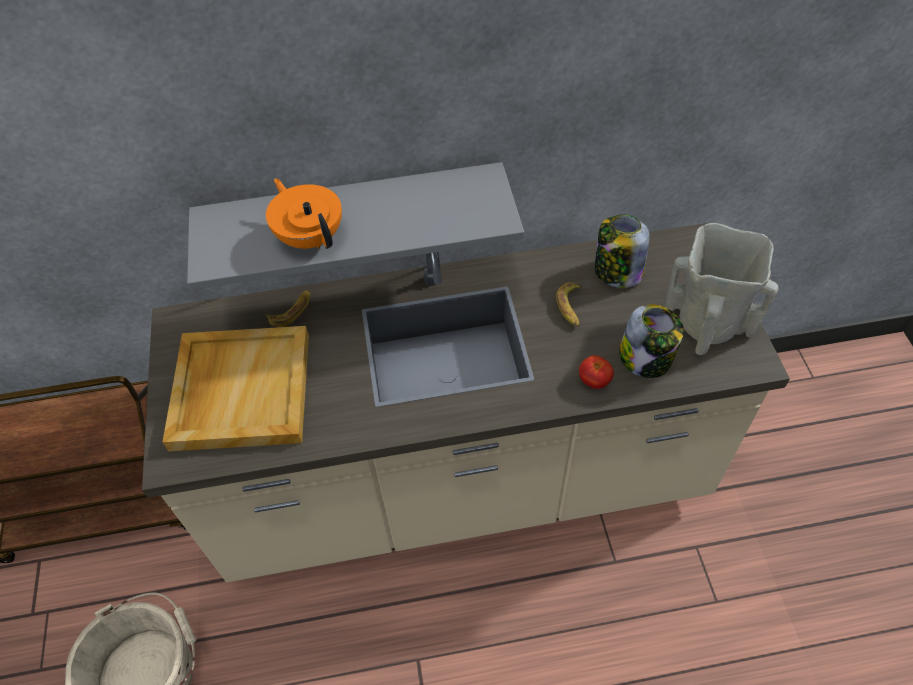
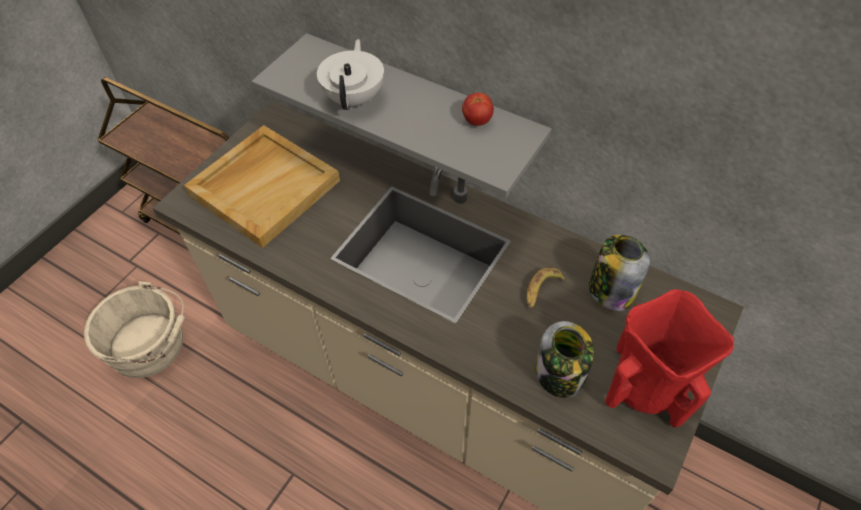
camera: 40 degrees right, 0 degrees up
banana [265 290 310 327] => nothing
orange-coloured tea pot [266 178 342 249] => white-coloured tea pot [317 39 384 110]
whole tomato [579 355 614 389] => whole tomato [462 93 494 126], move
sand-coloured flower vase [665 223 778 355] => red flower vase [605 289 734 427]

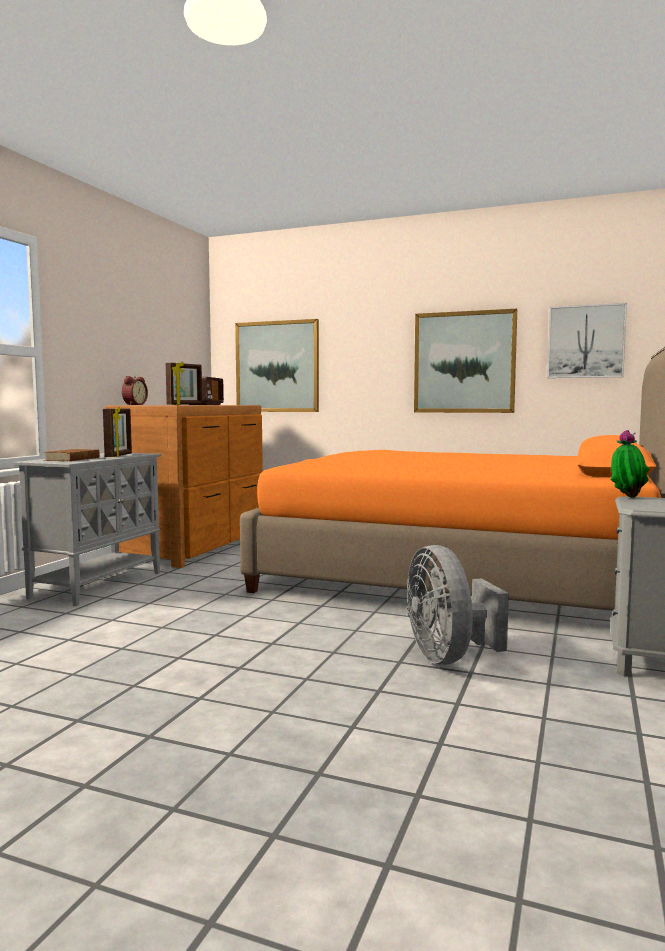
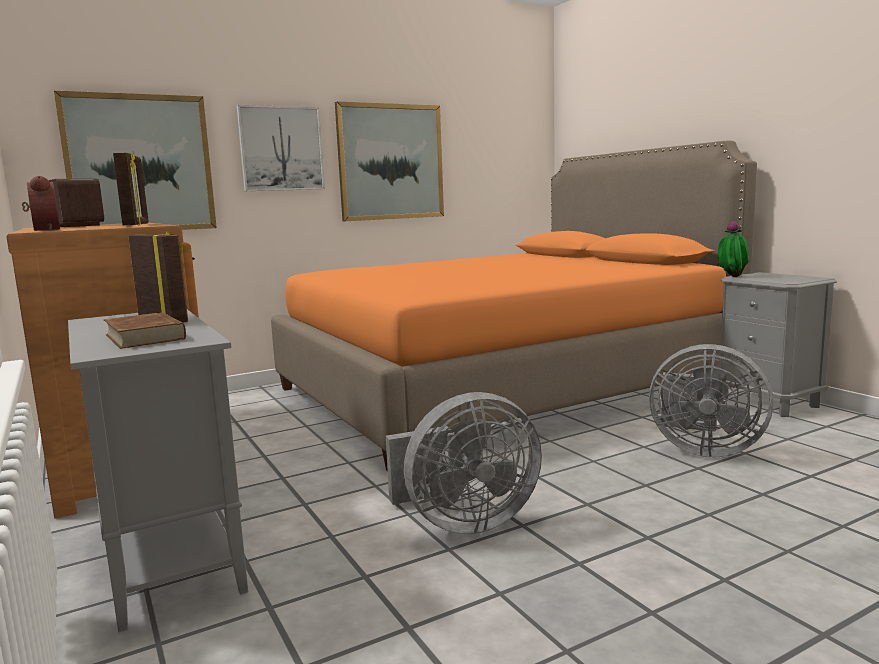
camera: 50 degrees left, 5 degrees up
picture [547 303 627 378] => picture [237 105 325 191], move
nothing => greyish cooling fan [386 392 542 534]

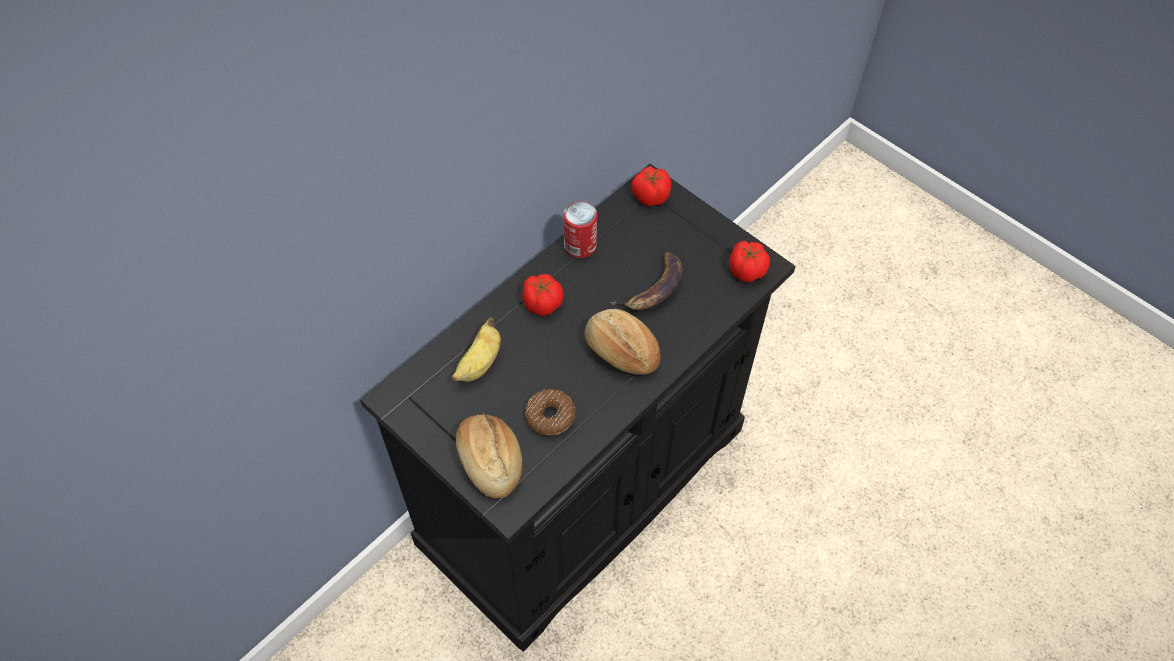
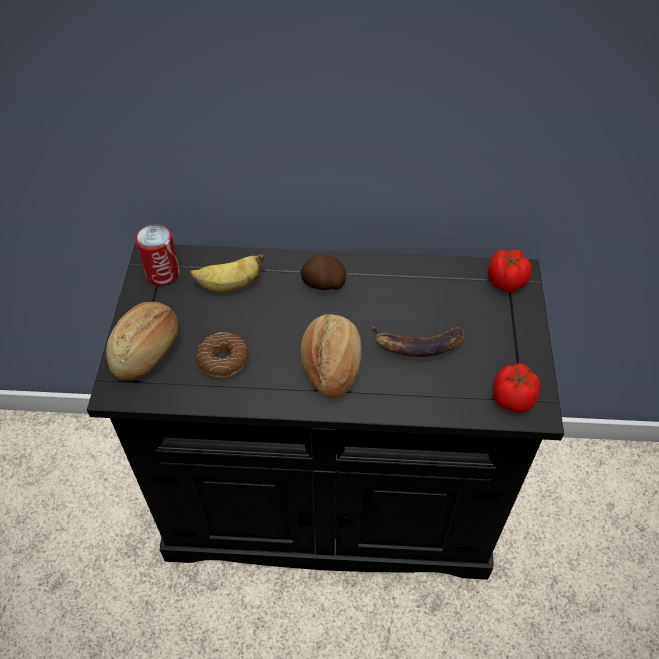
camera: 50 degrees right, 5 degrees down
whole tomato [522 274 563 316] => whole potato [301 255 346 290]
sealed can [563 201 597 258] => sealed can [135 224 180 286], move

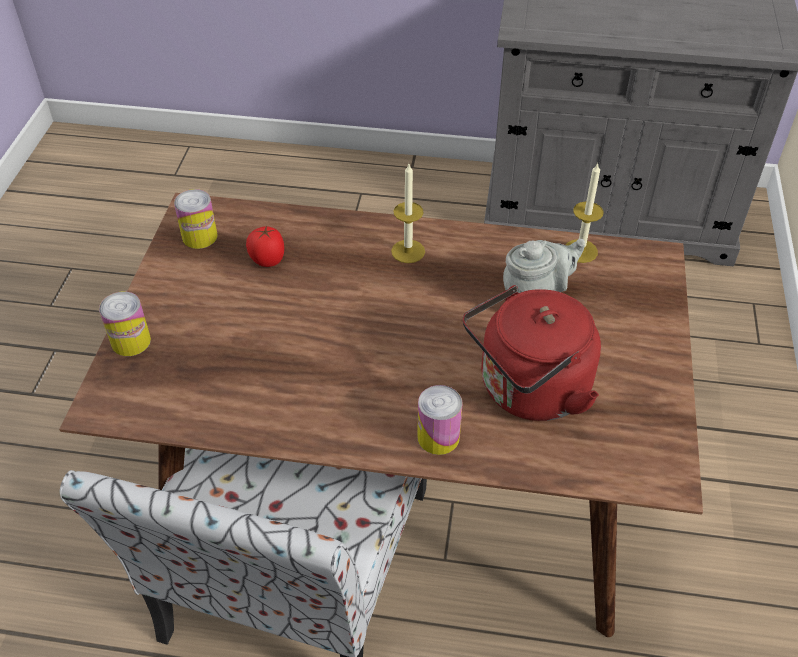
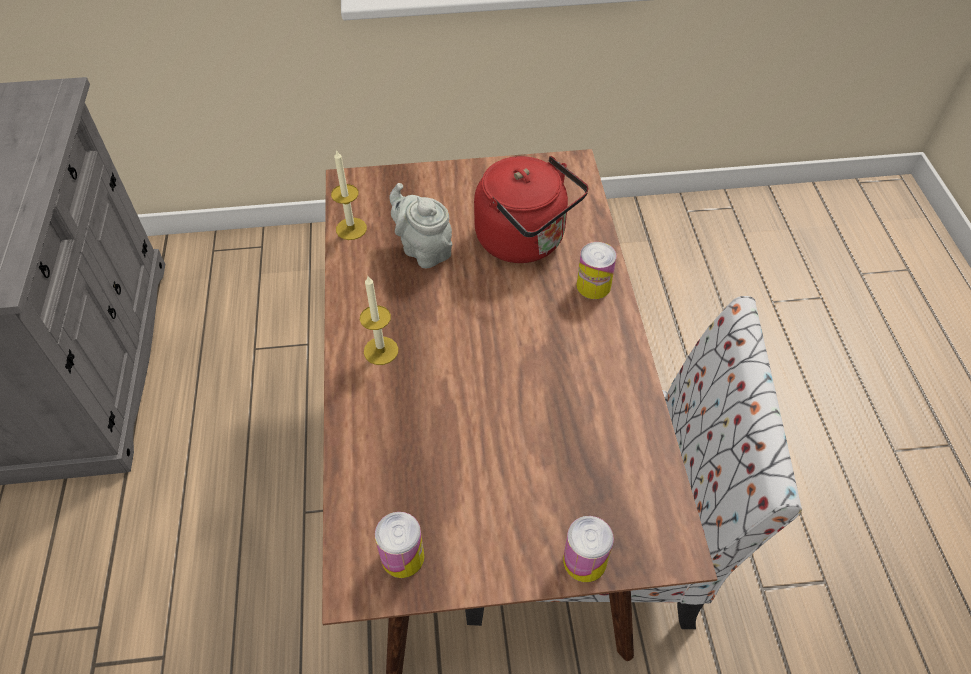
camera: 105 degrees left, 5 degrees up
whole tomato [246 226 284 267] => nothing

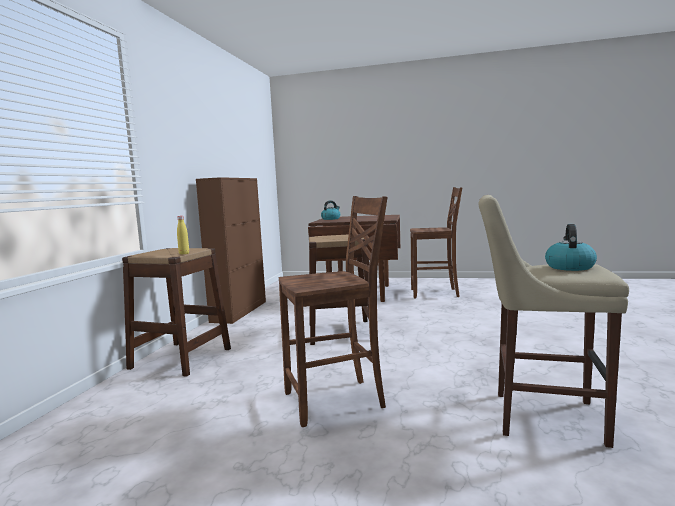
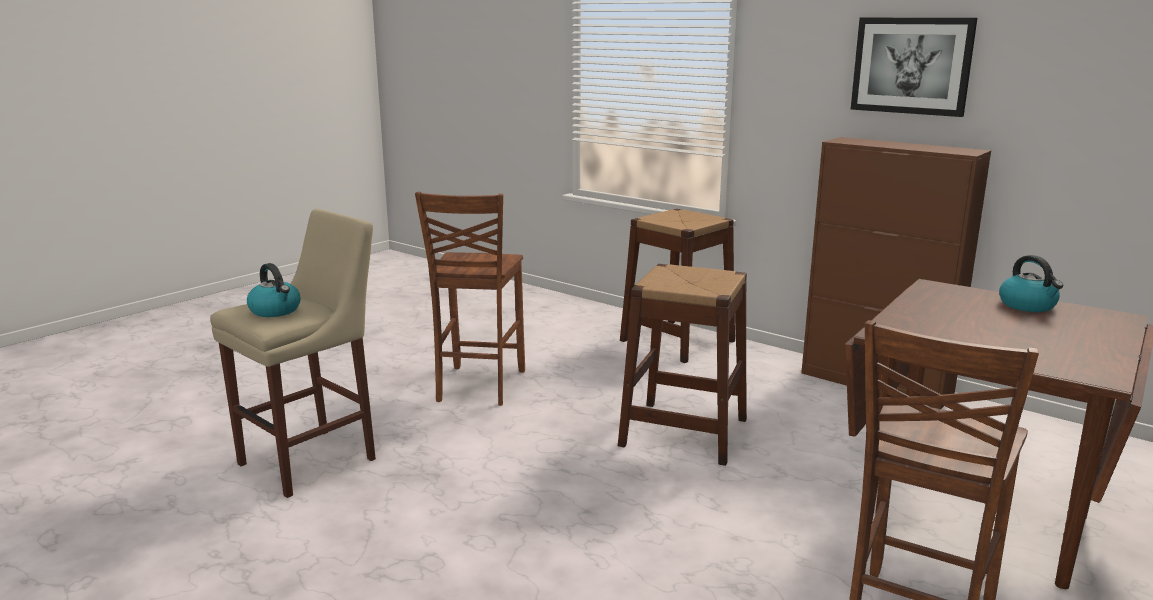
camera: 115 degrees right, 10 degrees up
yellow-coloured bottle [177 216 189 254] => nothing
nothing => picture [850 18 977 117]

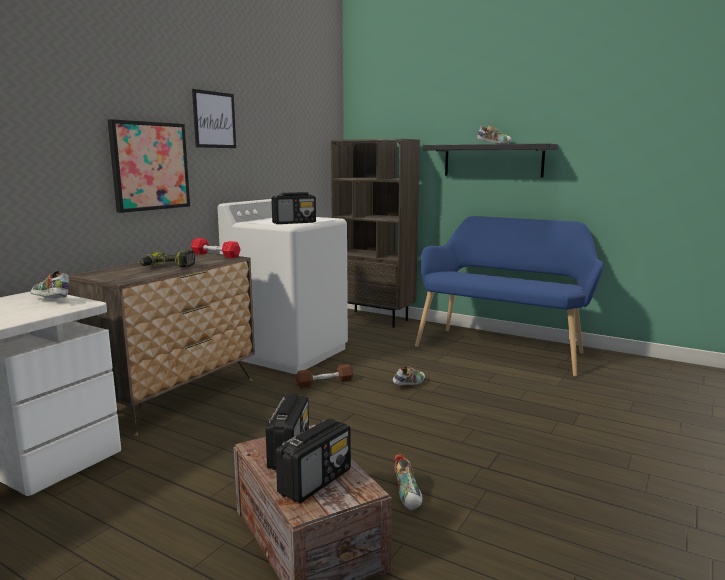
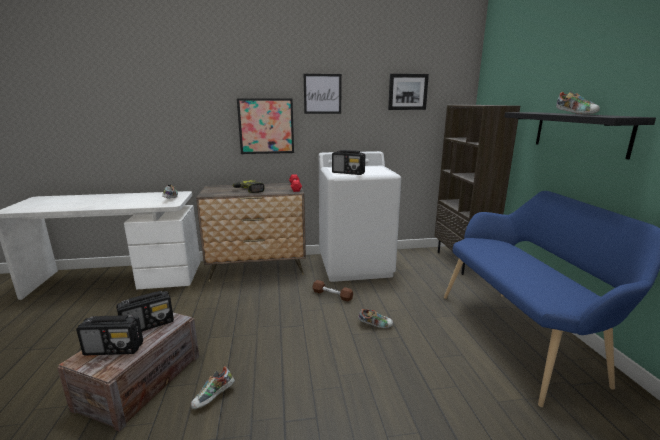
camera: 50 degrees right, 5 degrees up
nothing => picture [388 74 429 110]

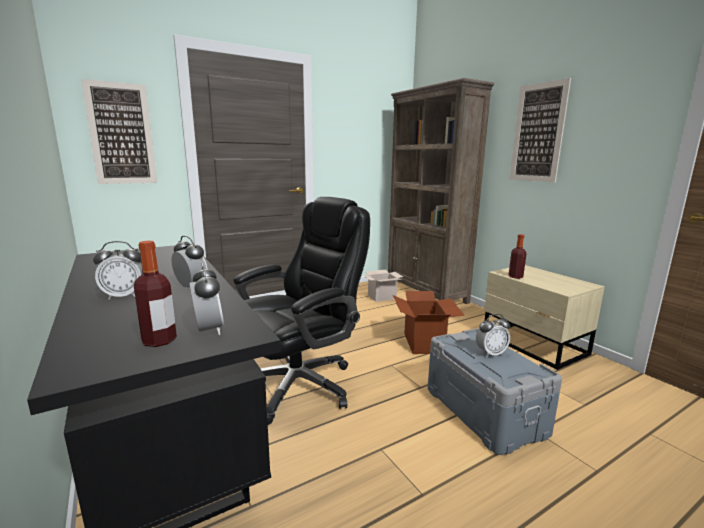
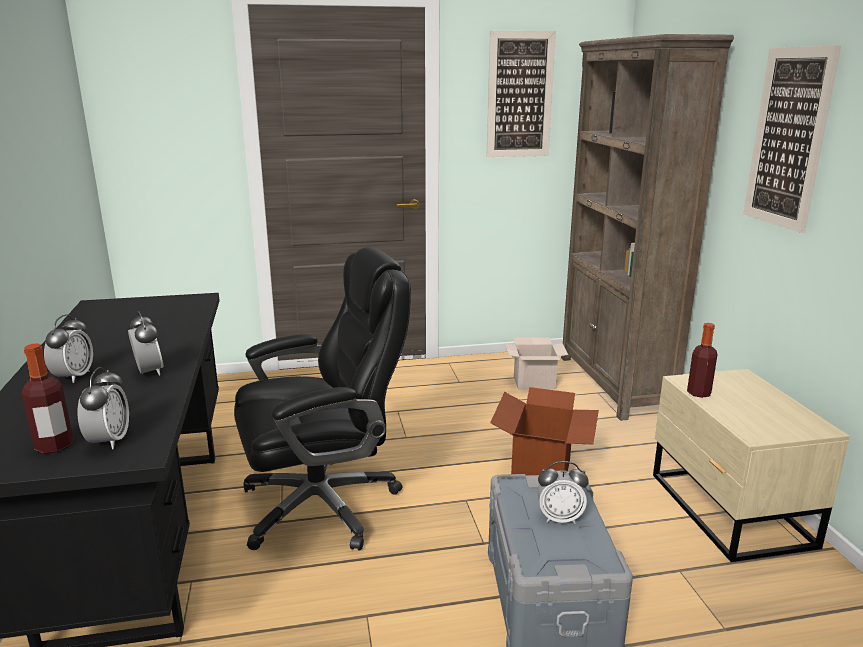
camera: 20 degrees right, 5 degrees up
picture [81 79 157 184] => picture [486 31 556 157], move
table clock [93 241 143 300] => table clock [44 314 93 383], 90 degrees counterclockwise

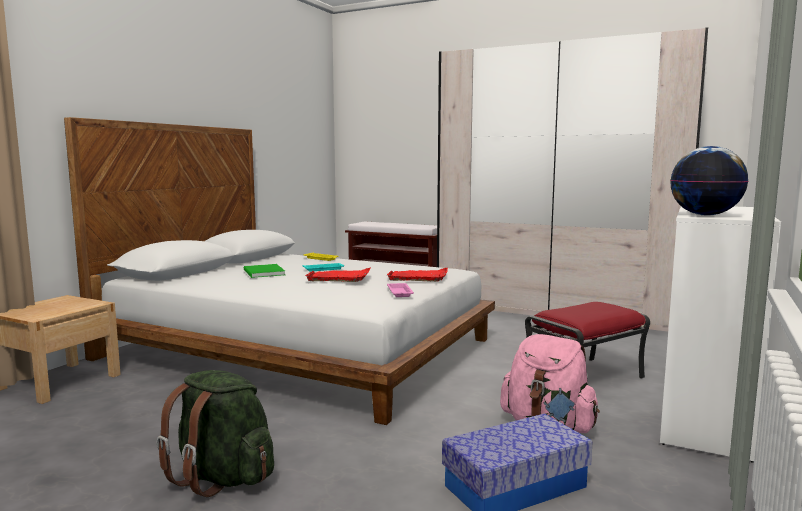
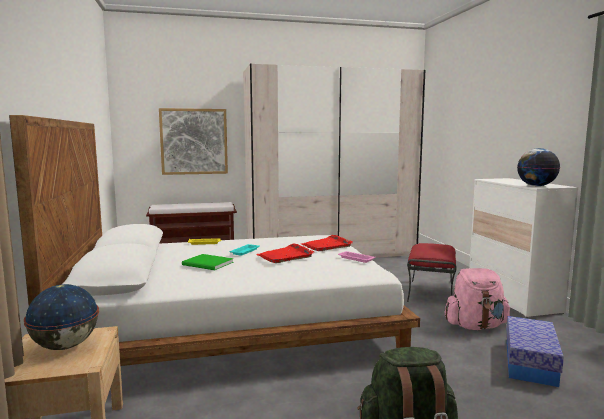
camera: 40 degrees left, 0 degrees up
nothing => world globe [24 284 99 350]
nothing => picture [159 108 228 175]

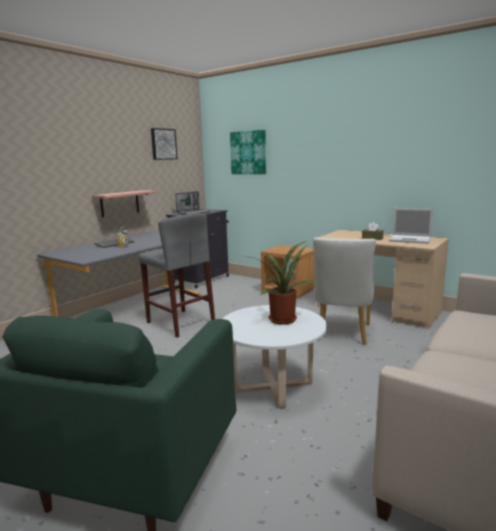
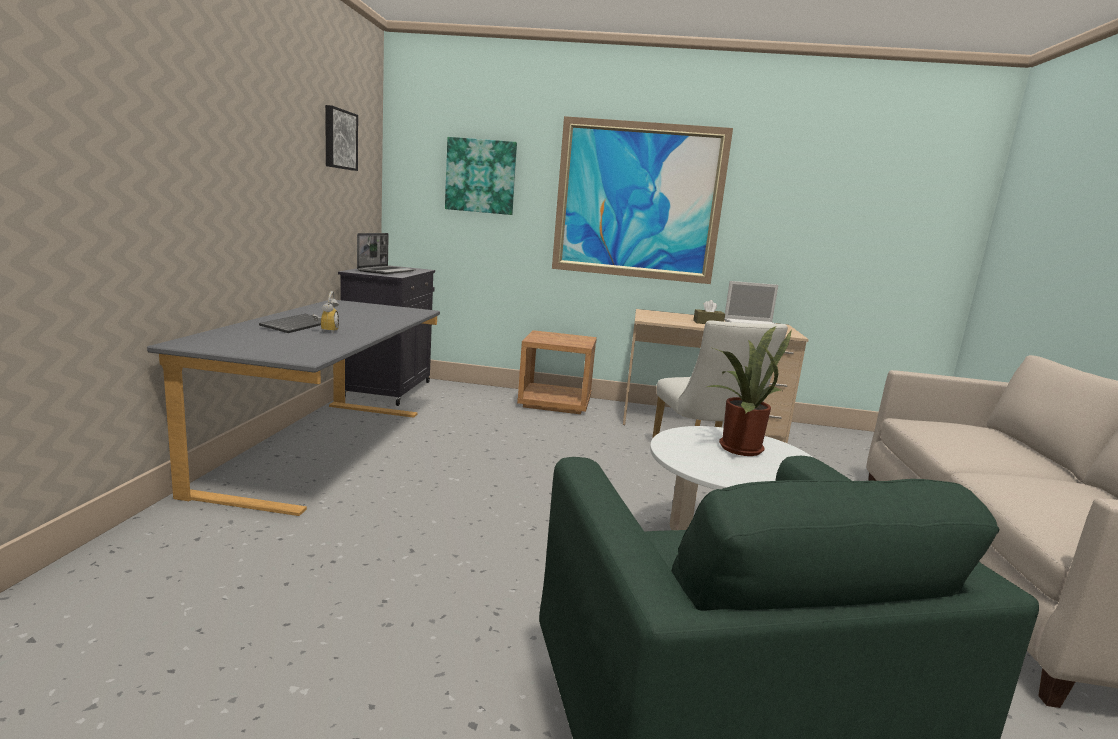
camera: 30 degrees left, 0 degrees up
wall shelf [92 190 157 218] => nothing
greyish sitting stool [139 213 215 338] => nothing
nothing => picture [552 116 733 284]

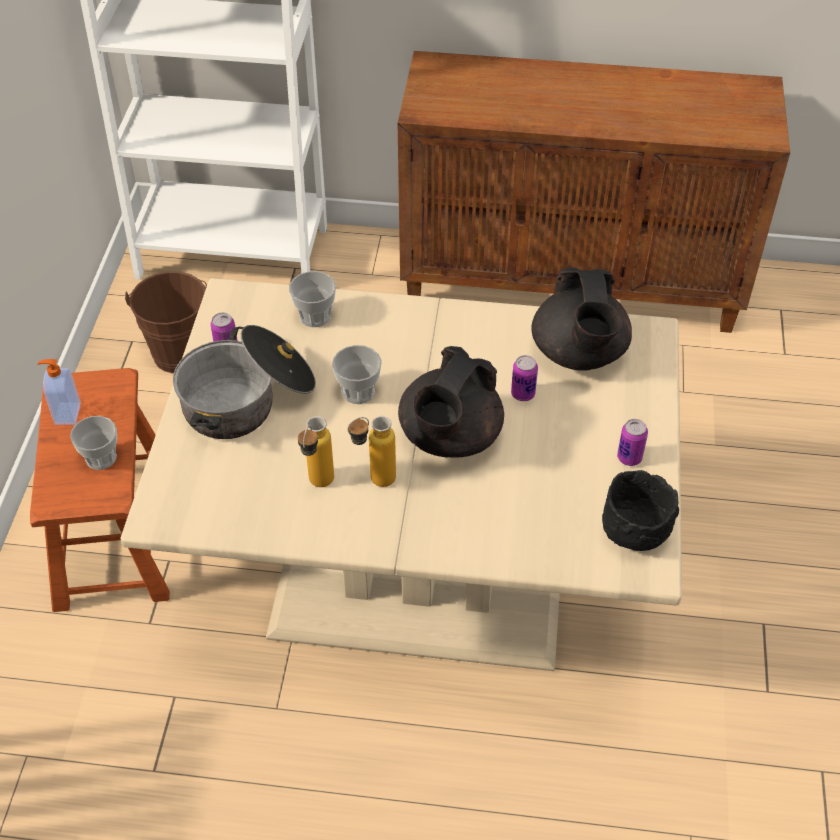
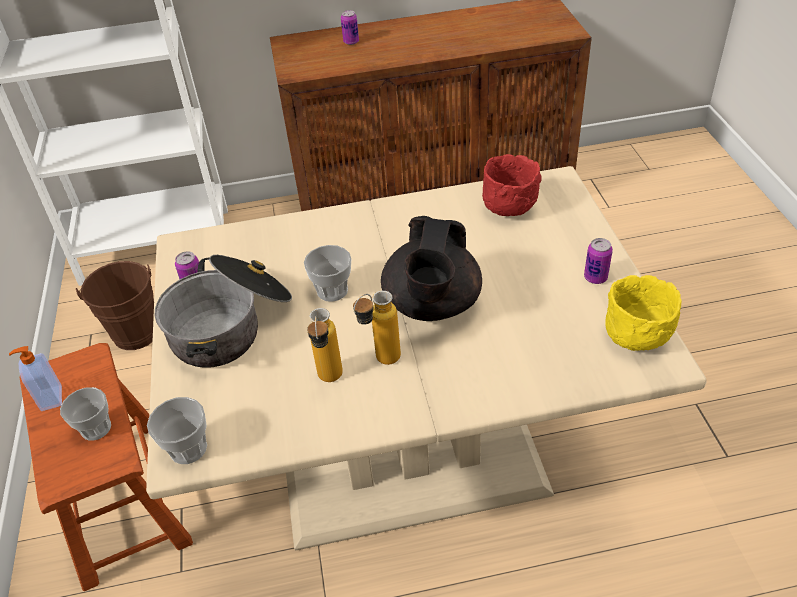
camera: 15 degrees left, 5 degrees down
drinking cup [289 271 336 327] => drinking cup [147 397 207 464], move
sealed can [511 355 538 401] => sealed can [341 10 359 45], move
black tea pot [531 267 632 371] => red deep dish [482 154 541 216]
black deep dish [602 470 679 551] => yellow-coloured deep dish [605 275 682 351]

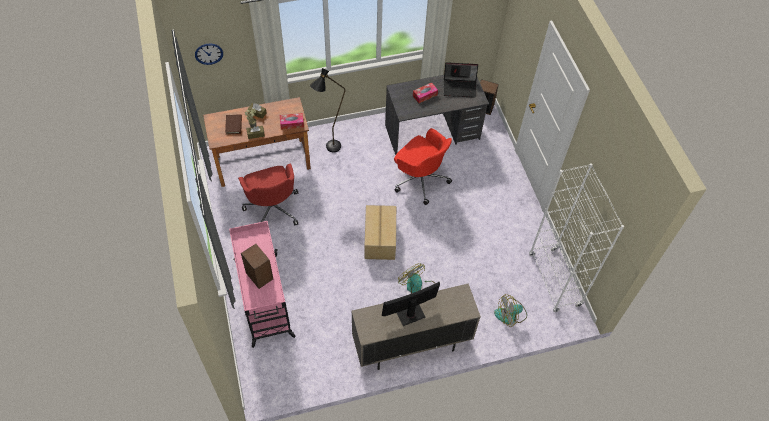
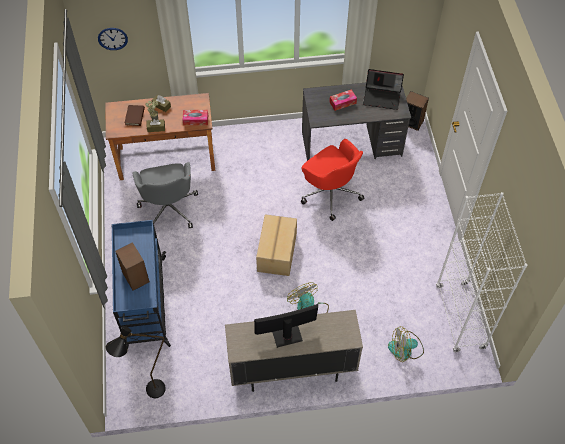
camera: 10 degrees right, 0 degrees up
pink wheeled cart [229 221 296 348] => bluish wheeled cart [112 220 171 349]
red office chair [238 163 298 225] => greyish office chair [132 162 198 228]
black standing lamp [310 68 345 153] => black standing lamp [106 326 166 398], move

